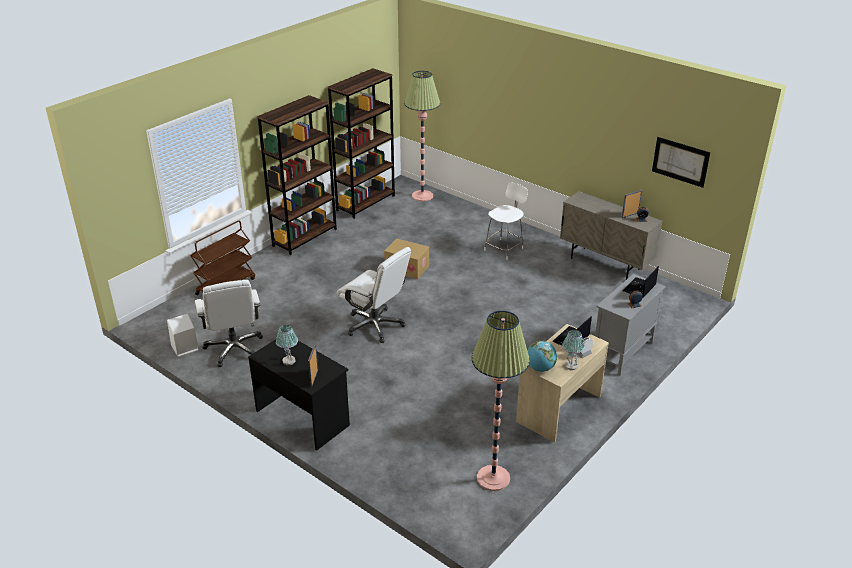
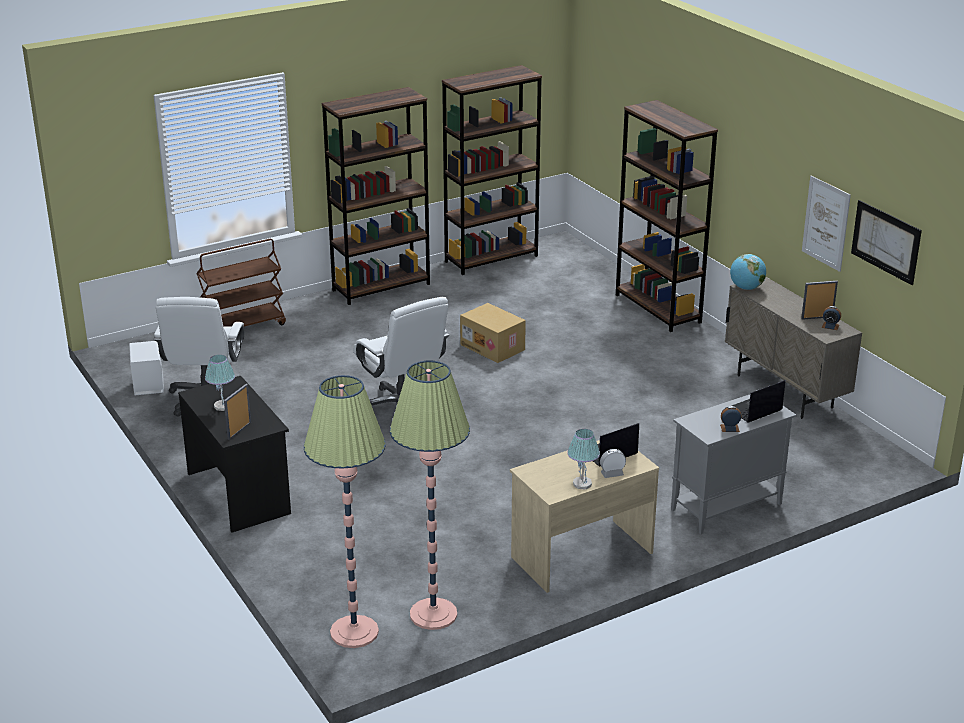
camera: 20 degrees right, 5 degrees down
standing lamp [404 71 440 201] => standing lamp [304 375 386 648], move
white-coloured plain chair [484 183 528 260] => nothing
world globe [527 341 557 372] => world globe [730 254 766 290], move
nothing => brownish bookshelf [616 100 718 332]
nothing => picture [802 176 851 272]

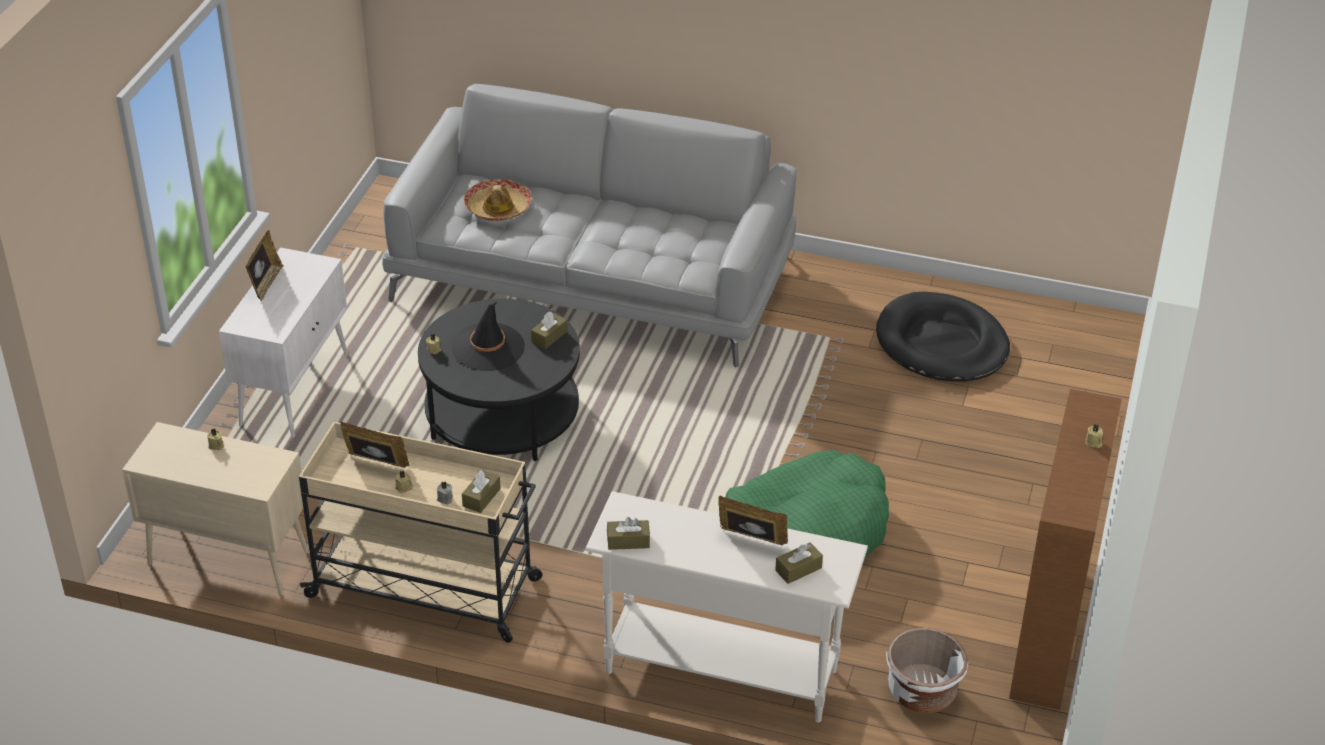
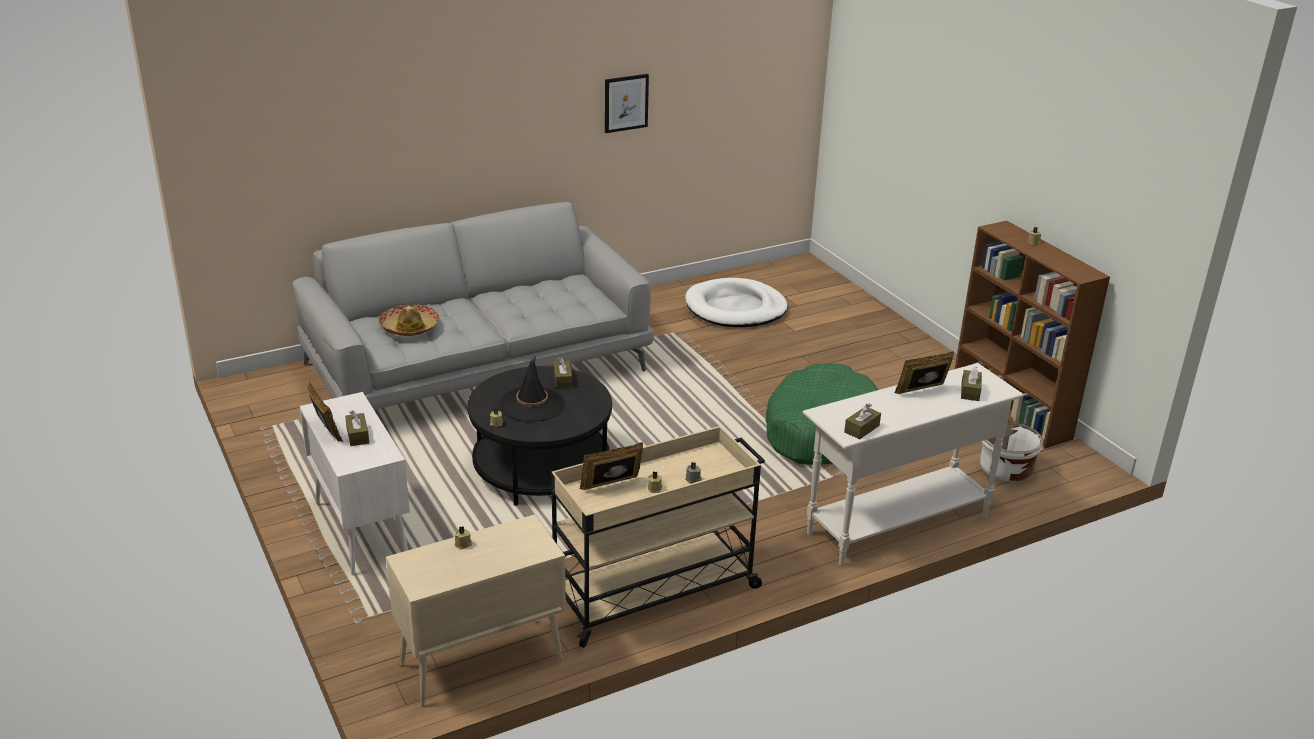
camera: 45 degrees left, 10 degrees down
brownish tissue holder [462 470 501 513] => brownish tissue holder [345 410 369 446], move
black dog bed [876 292 1010 381] => white-coloured dog bed [685 278 788 327]
nothing => picture [605 74 649 133]

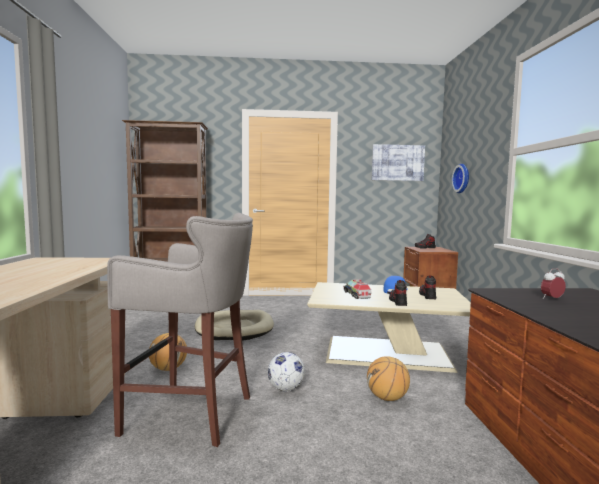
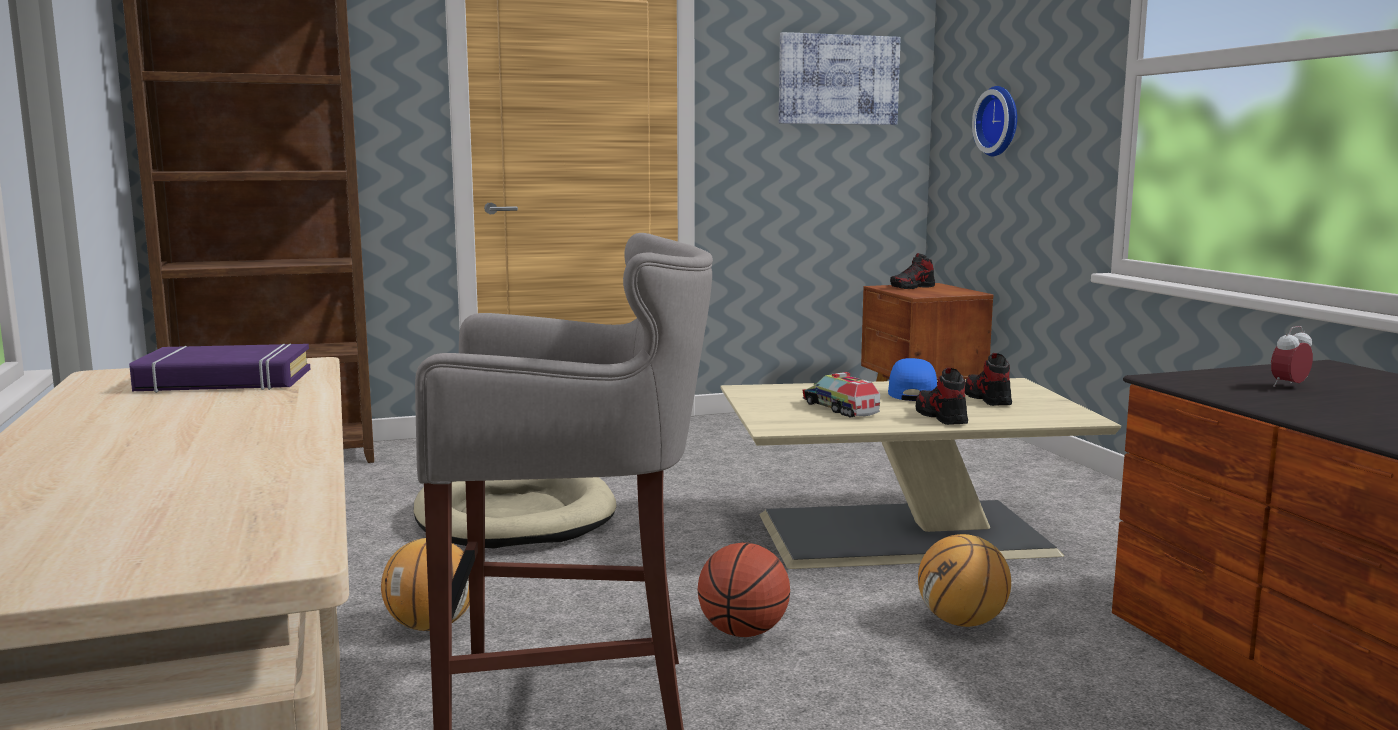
camera: 15 degrees left, 5 degrees up
ball for football [268 352 305 391] => ball for basketball [697 543 790 637]
nothing => purple volume [129 344 310 393]

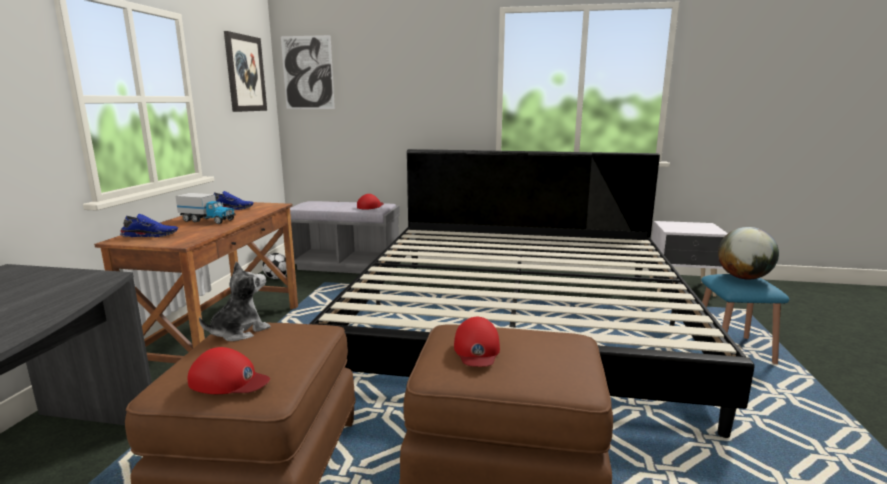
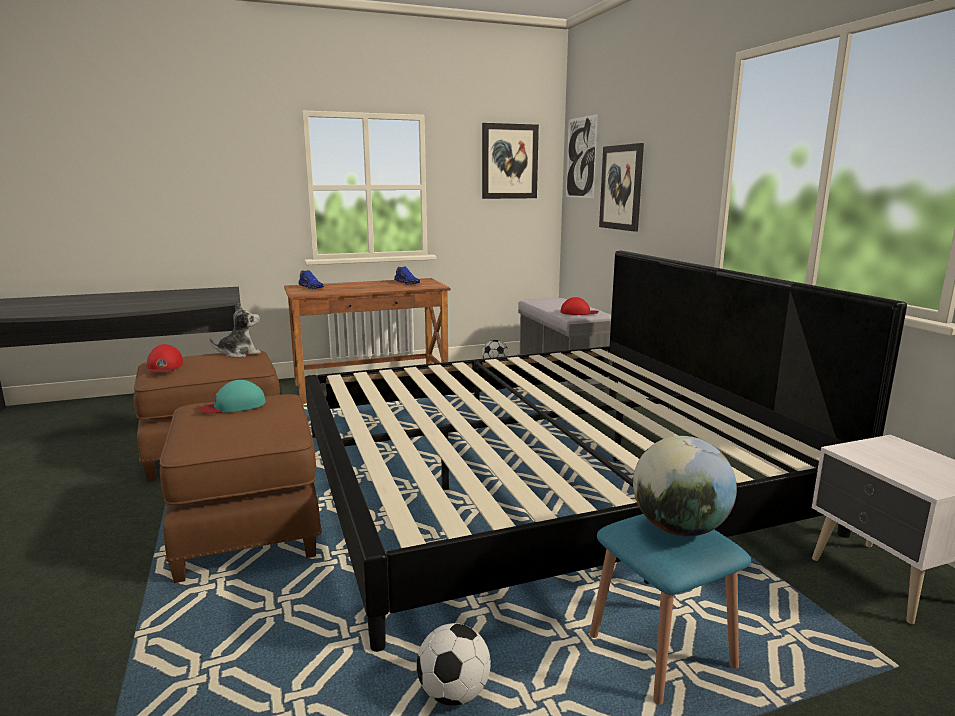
camera: 60 degrees right, 0 degrees up
toy truck [176 193 235 224] => nothing
cuddly toy [199 261 270 341] => cuddly toy [210 303 261 357], 45 degrees counterclockwise
red peaked cap [454 317 500 367] => turquoise-coloured peaked cap [198 380 266 414]
nothing => ball for football [417 623 491 705]
nothing => picture [599 143 644 232]

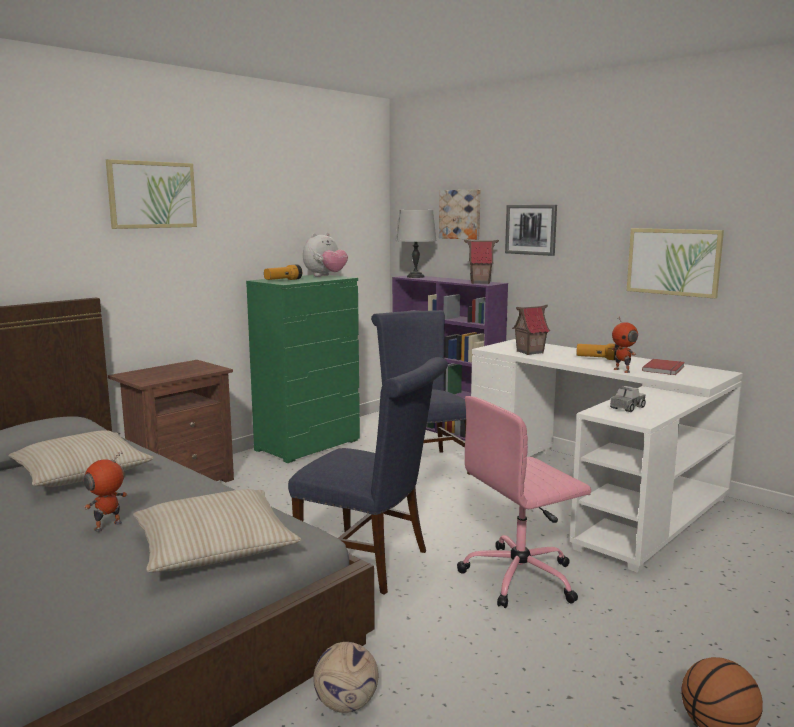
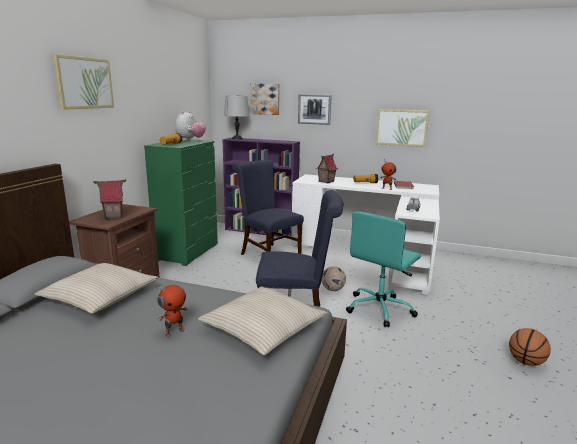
camera: 25 degrees left, 5 degrees up
toy robot [83 451 128 532] => toy robot [156 285 188 337], 150 degrees counterclockwise
ball for football [313 642 378 713] => ball for football [321 266 346 291], move
pink office chair [457 396 591 608] => turquoise-coloured office chair [346 212 421 327]
toy house [464 240 499 284] => toy house [93 179 126 219], move

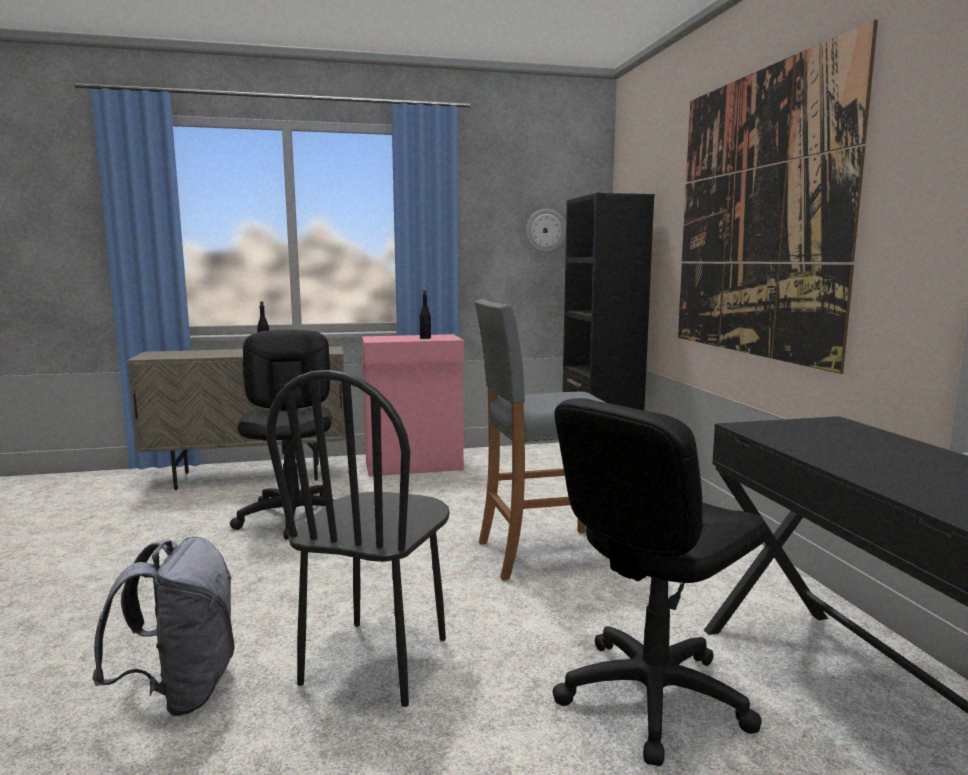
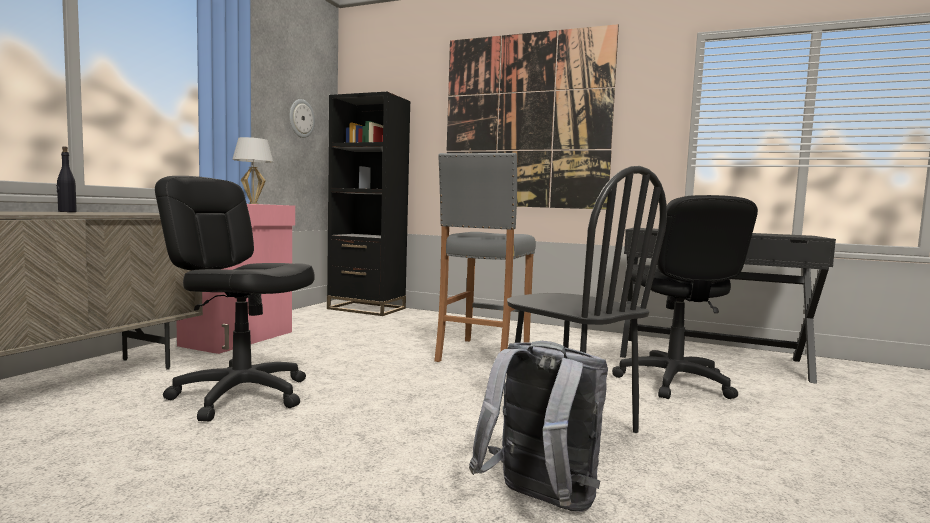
camera: 55 degrees left, 5 degrees down
black bottle [420 291 431 339] => white-coloured tabletop lamp [232 137 273 204]

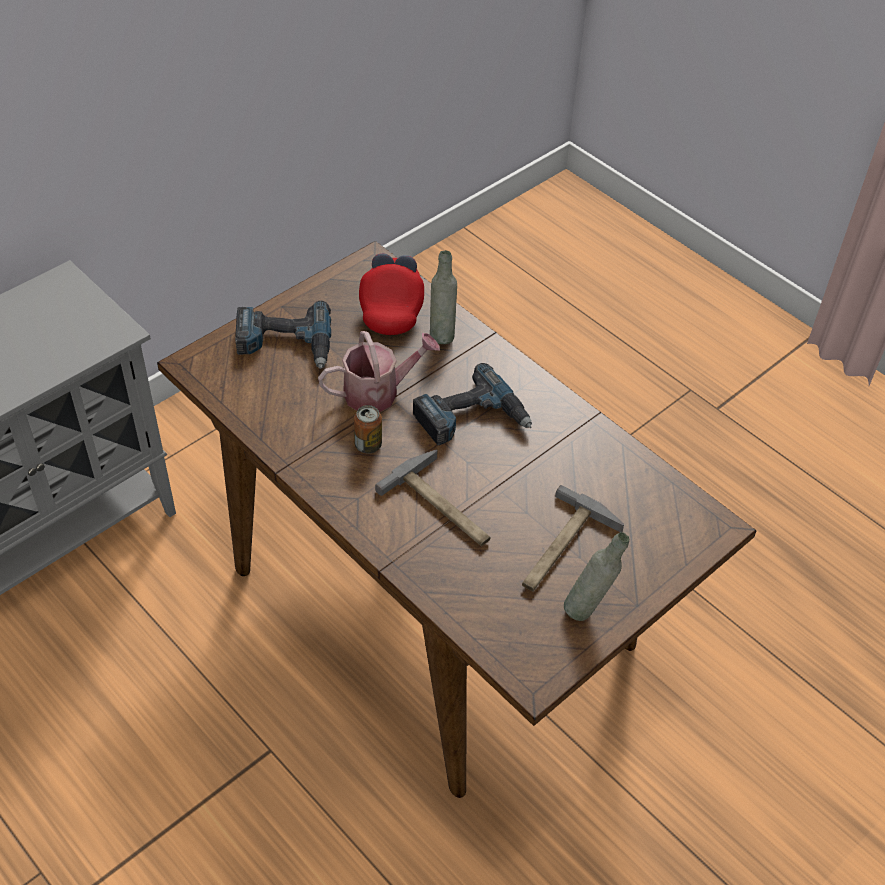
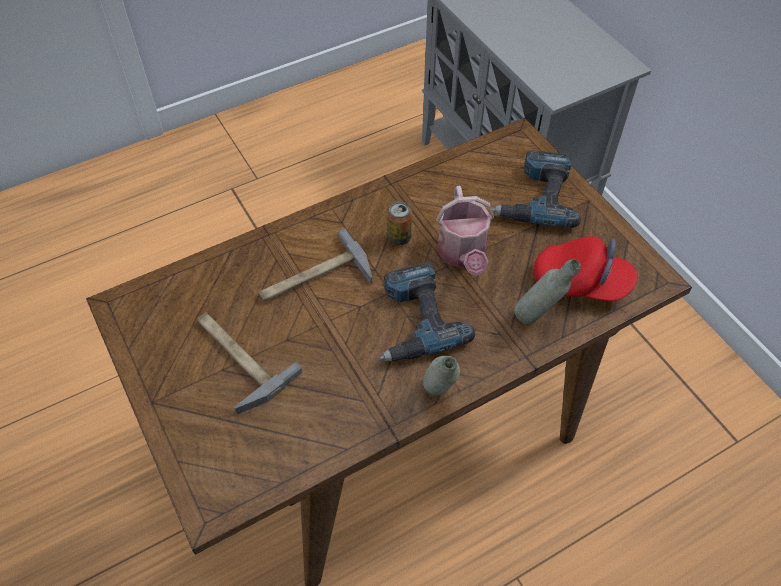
camera: 105 degrees right, 5 degrees up
greyish bottle [564 532 629 621] => greyish bottle [423 356 460 396], move

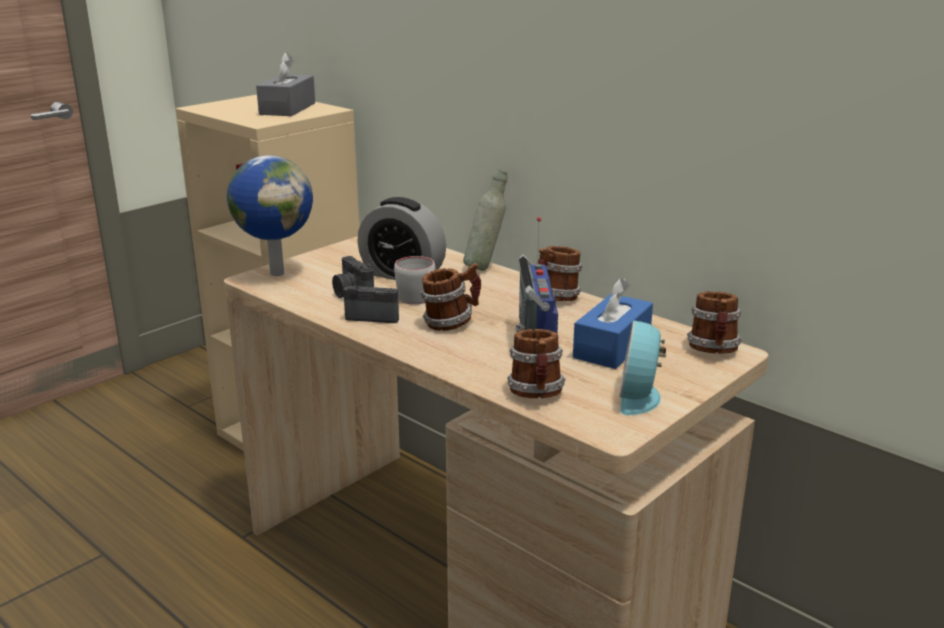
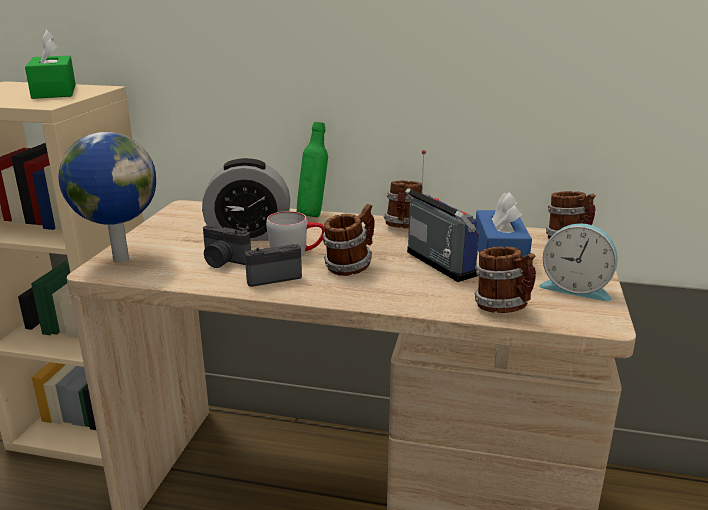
camera: 30 degrees left, 0 degrees up
greyish tissue holder [256 52 315 116] => green-coloured tissue holder [25 29 76 99]
greyish bottle [463 169 507 271] => green-coloured bottle [296 122 328 218]
table clock [619 321 666 415] => table clock [539 223 618 301], 45 degrees counterclockwise

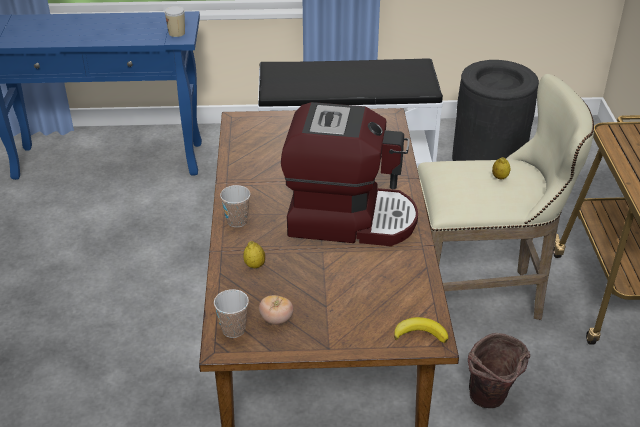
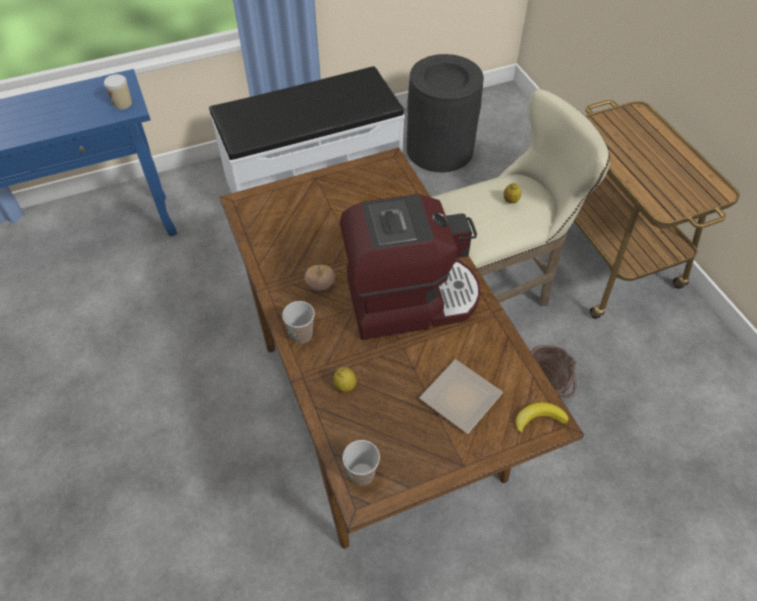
camera: 20 degrees left, 15 degrees up
whole tomato [259 295 293 325] => whole tomato [305 265 335 291], move
nothing => dinner plate [419 359 503 434]

